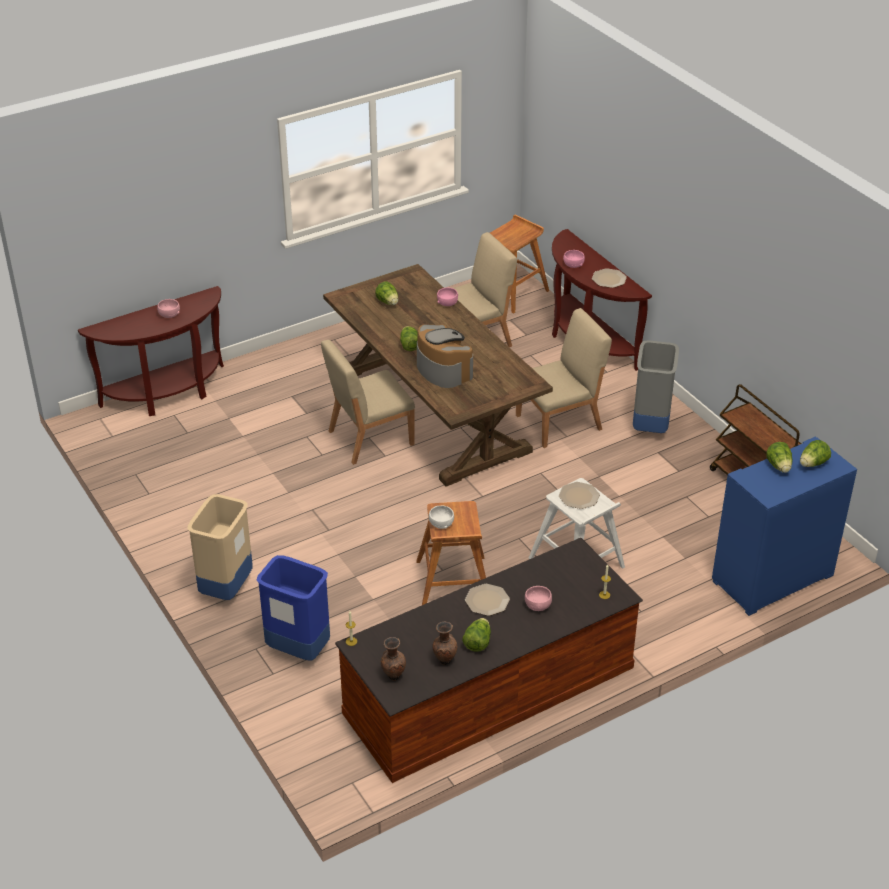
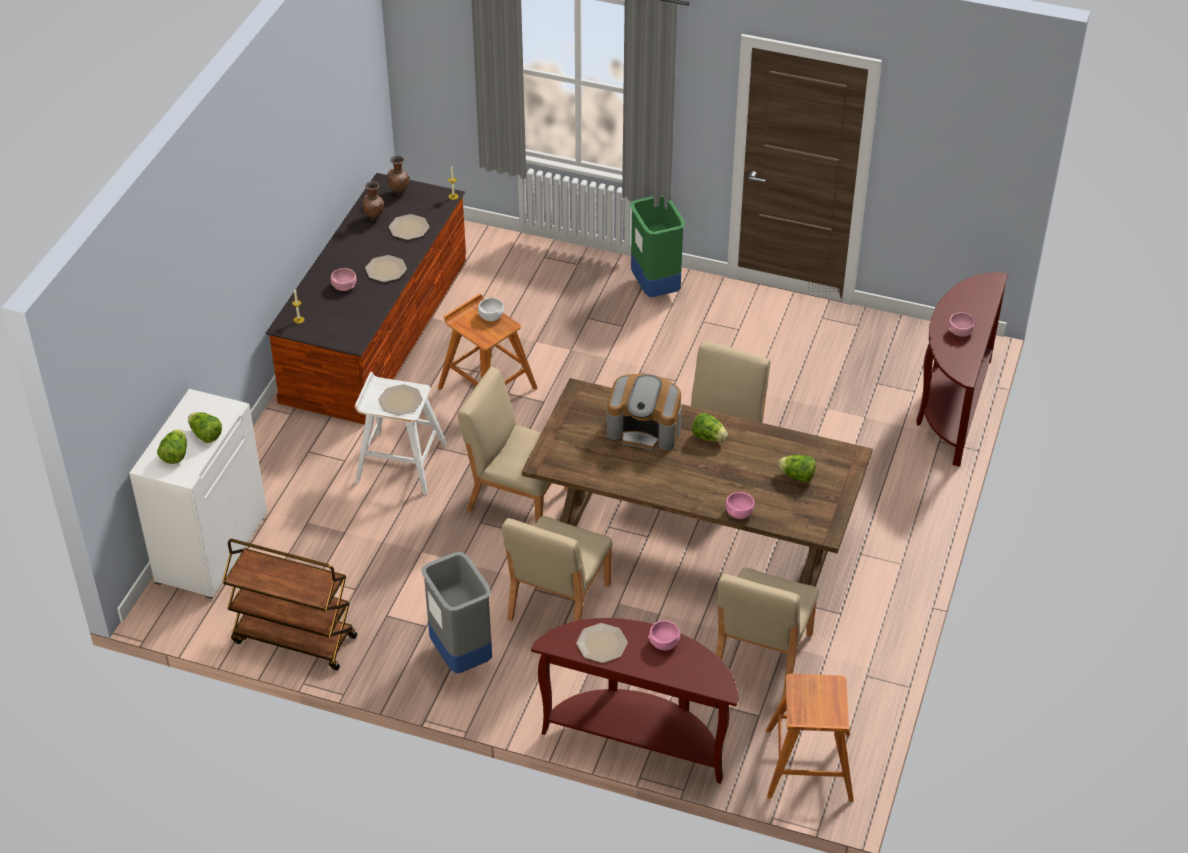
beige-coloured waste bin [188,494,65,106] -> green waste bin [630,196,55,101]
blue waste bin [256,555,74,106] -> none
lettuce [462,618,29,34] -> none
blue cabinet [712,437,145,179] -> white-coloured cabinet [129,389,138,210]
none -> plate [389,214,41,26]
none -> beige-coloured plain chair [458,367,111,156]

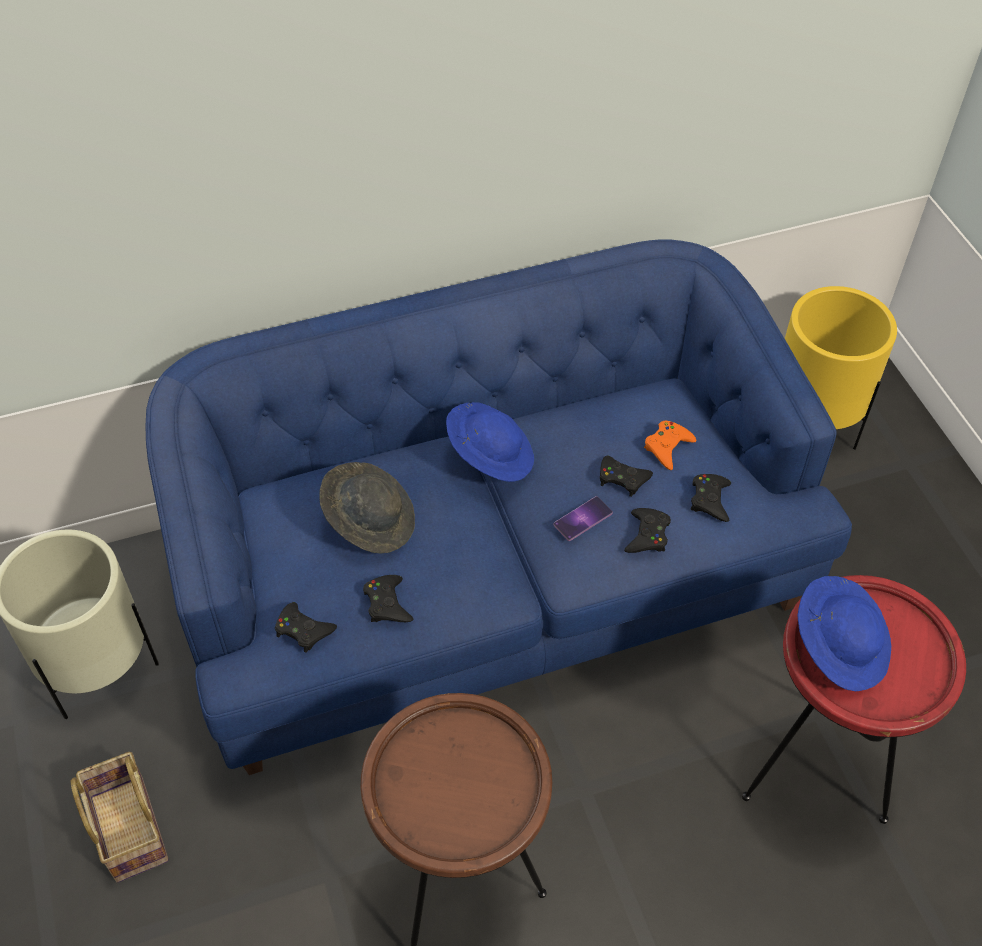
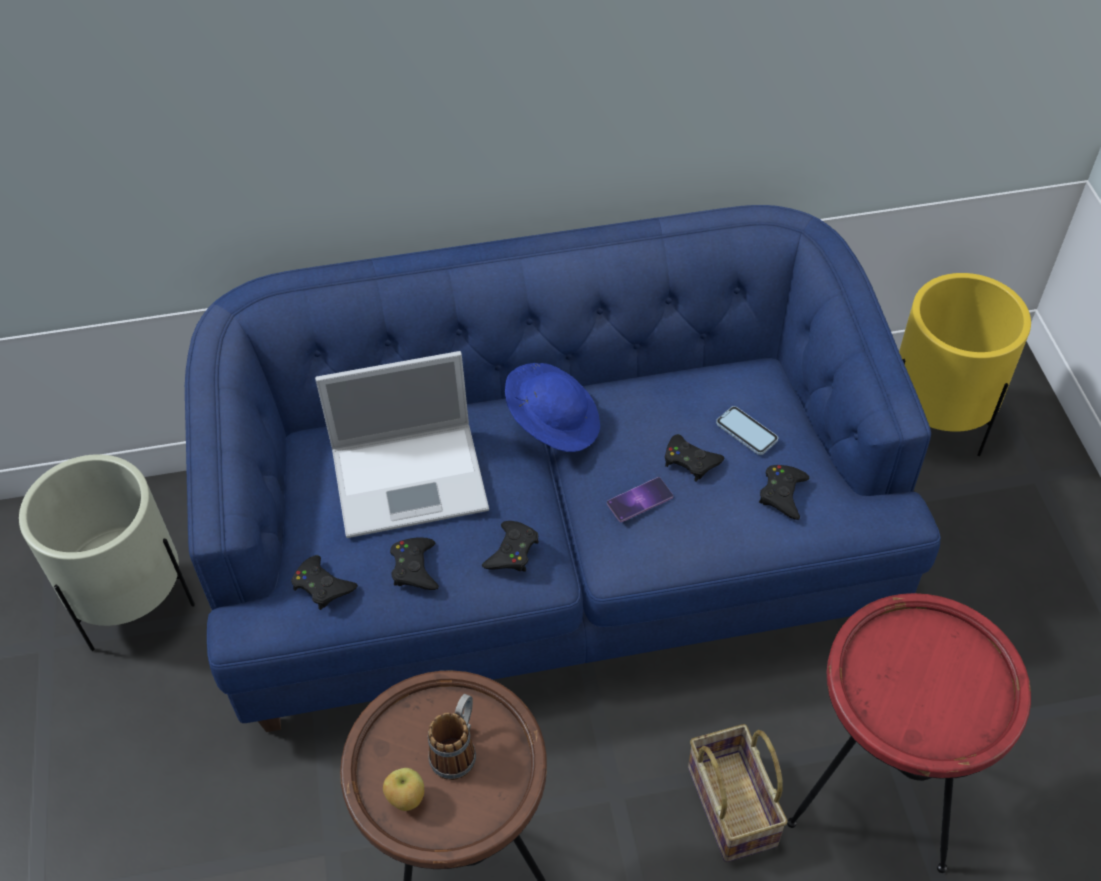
storage basket [71,752,98,131] -> storage basket [688,724,100,138], move
grey hat [319,462,96,91] -> laptop [315,351,174,187]
blackish game controller [624,508,47,45] -> blackish game controller [482,521,57,51], move
orange-coloured game controller [644,420,52,50] -> handset [716,406,62,49]
blue hat [797,576,94,115] -> none
none -> apple [383,768,41,43]
none -> mug [428,694,48,86]

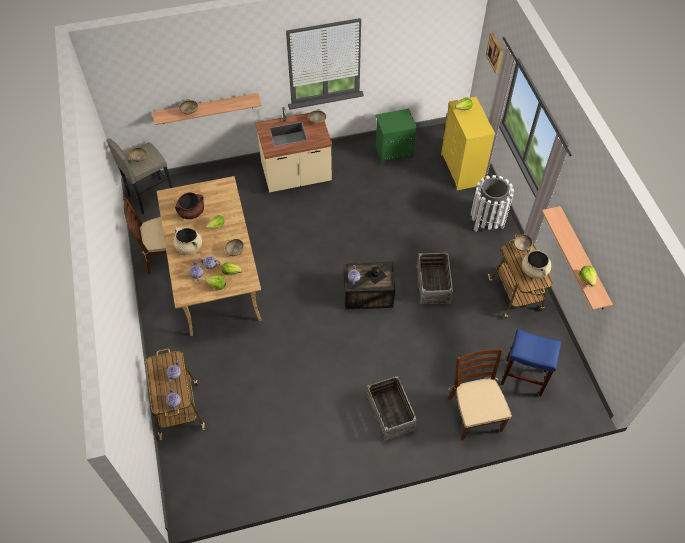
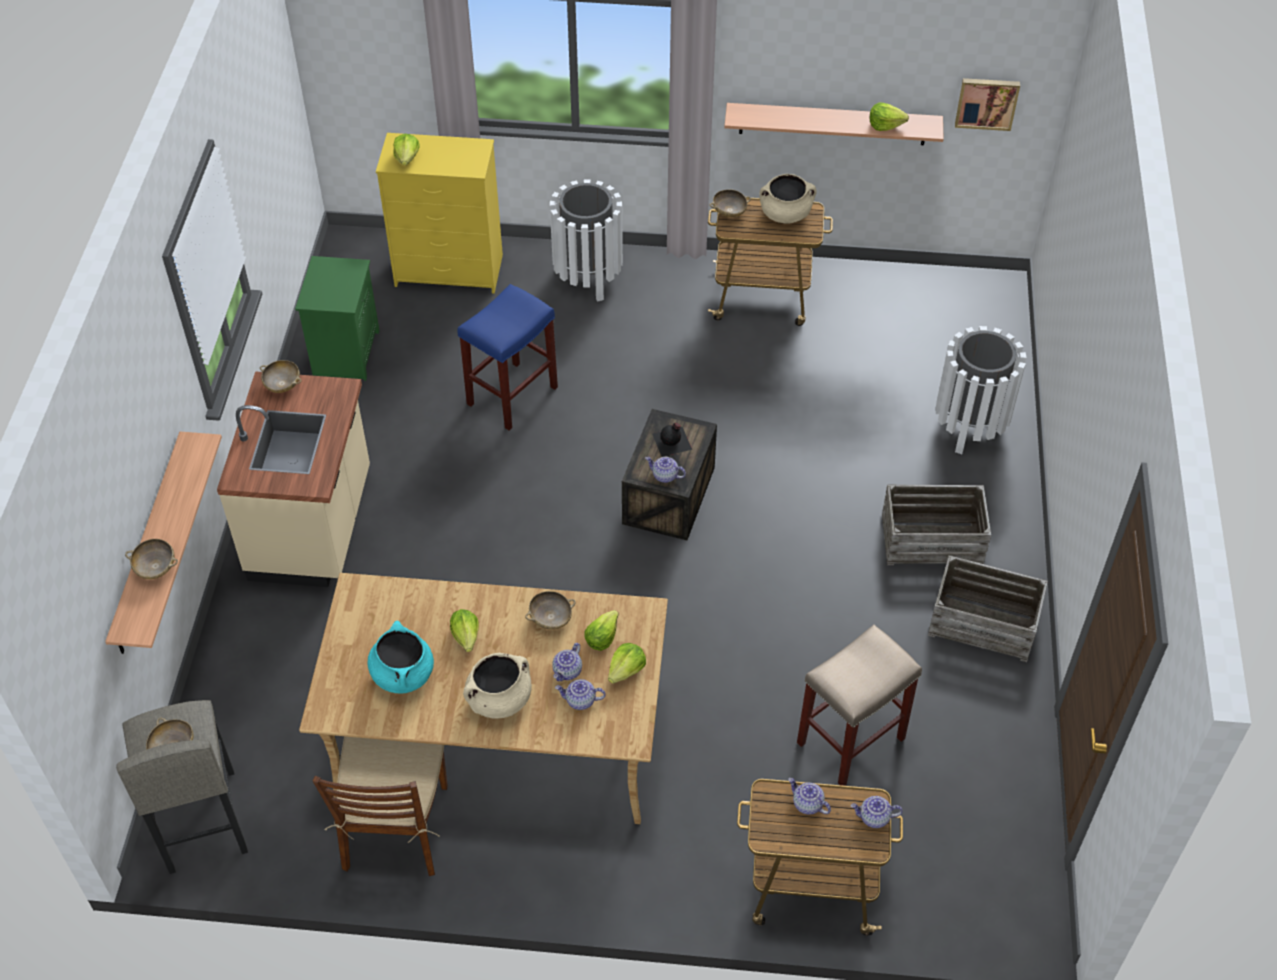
brown-coloured stockpot [175,193,29,26] -> turquoise stockpot [367,621,67,72]
packing crate [416,253,37,51] -> packing crate [928,555,120,107], move
brown-coloured plain chair [448,348,64,93] -> white-coloured waste bin [935,326,91,128]
wall picture [486,33,17,40] -> wall picture [955,78,65,53], move
blue stool seat [500,329,61,67] -> blue stool seat [457,284,101,147], move
none -> beige-coloured stool seat [797,624,125,162]

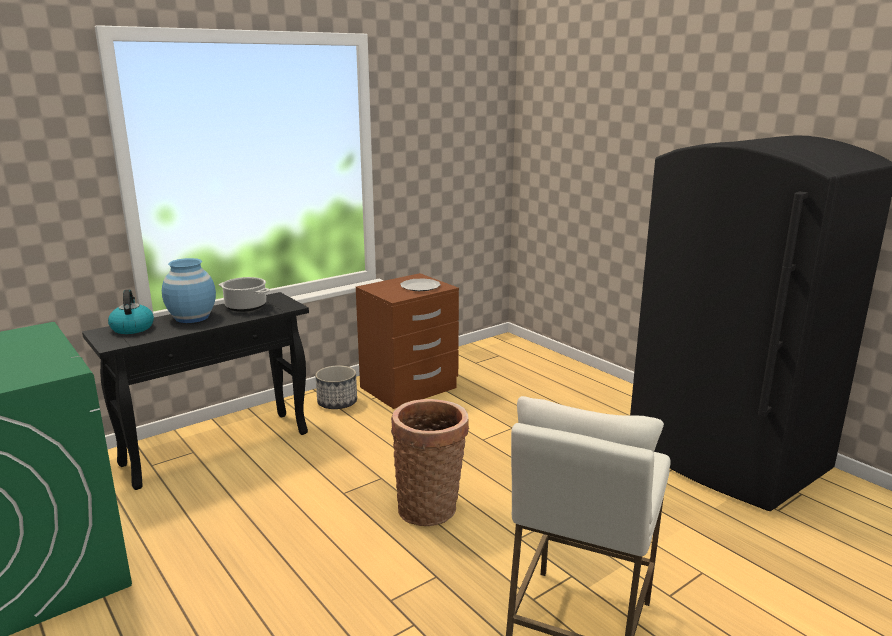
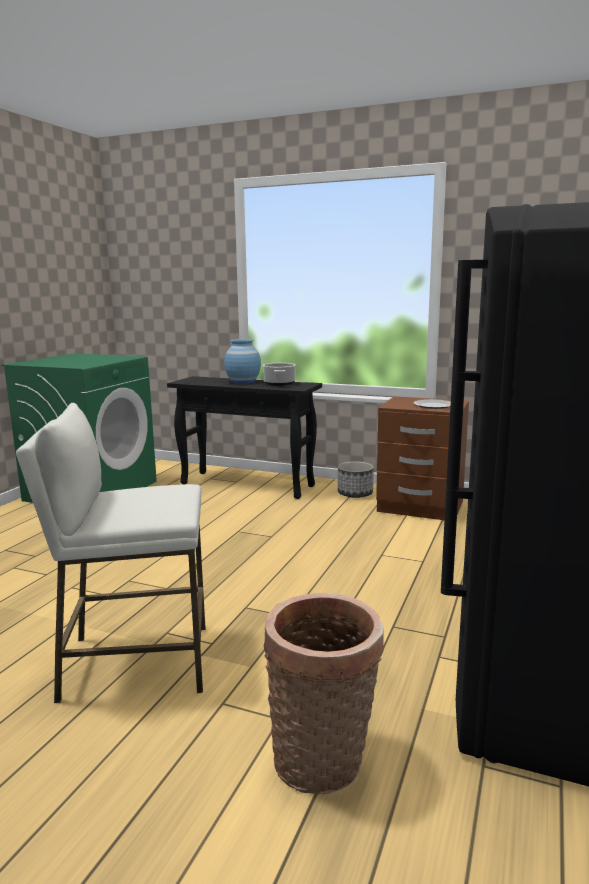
tea kettle [108,289,46,45] -> none
storage basket [391,399,78,127] -> storage basket [264,593,120,201], move

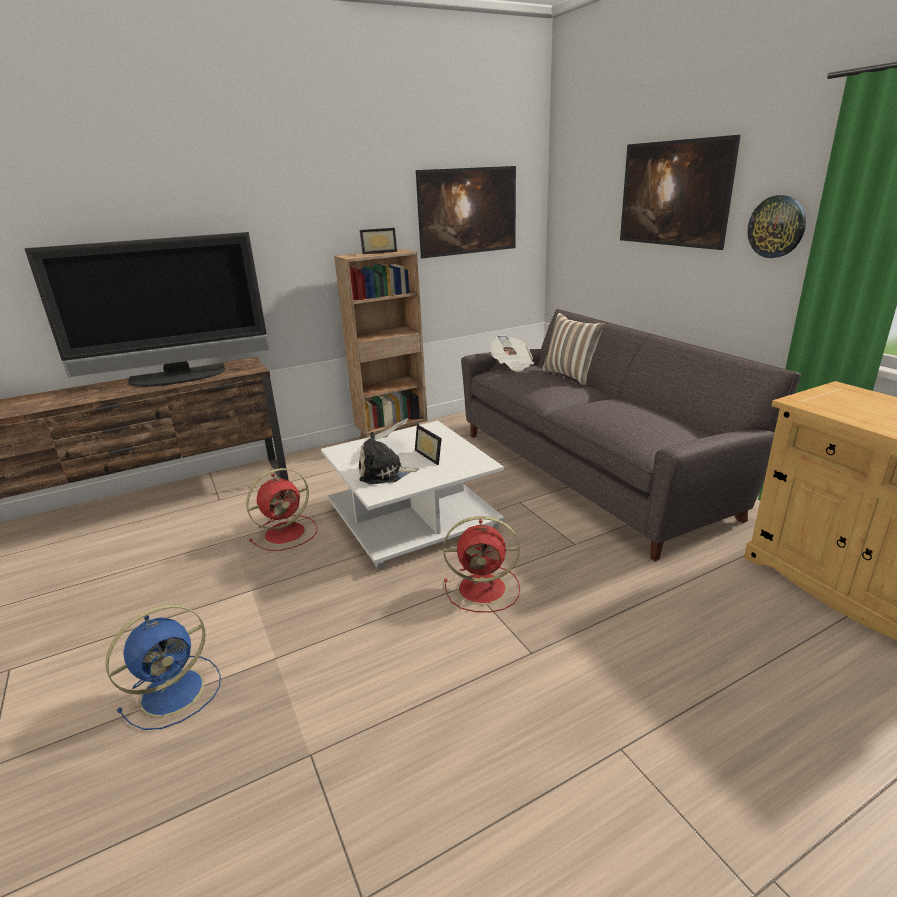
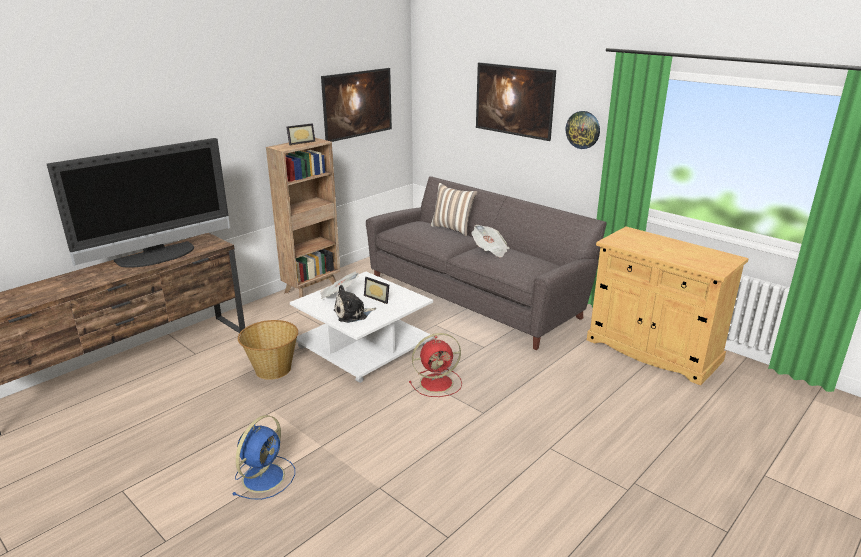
red fan [246,468,71,83] -> storage basket [238,320,60,60]
printed paper [489,335,45,37] -> printed paper [471,225,38,32], move

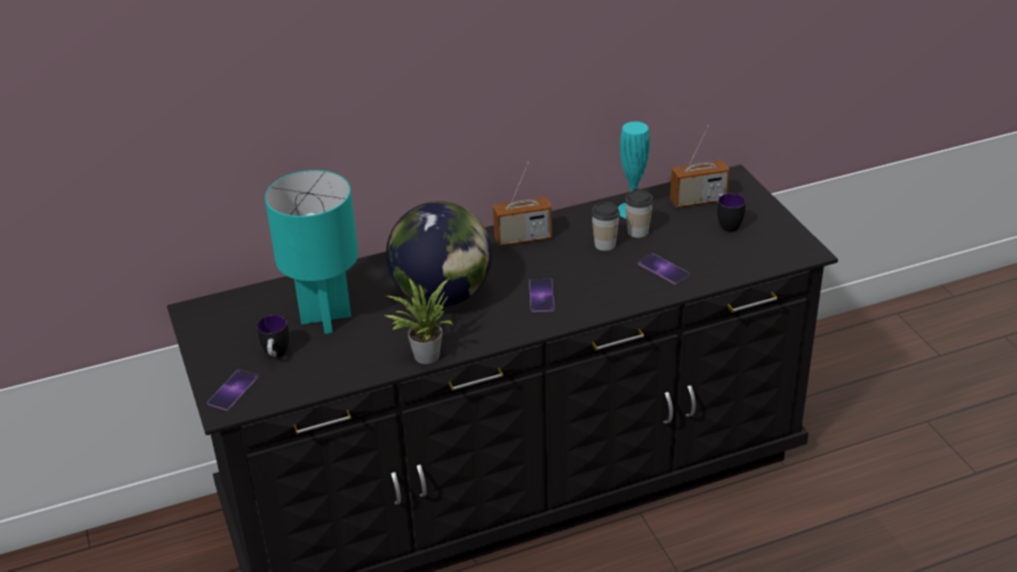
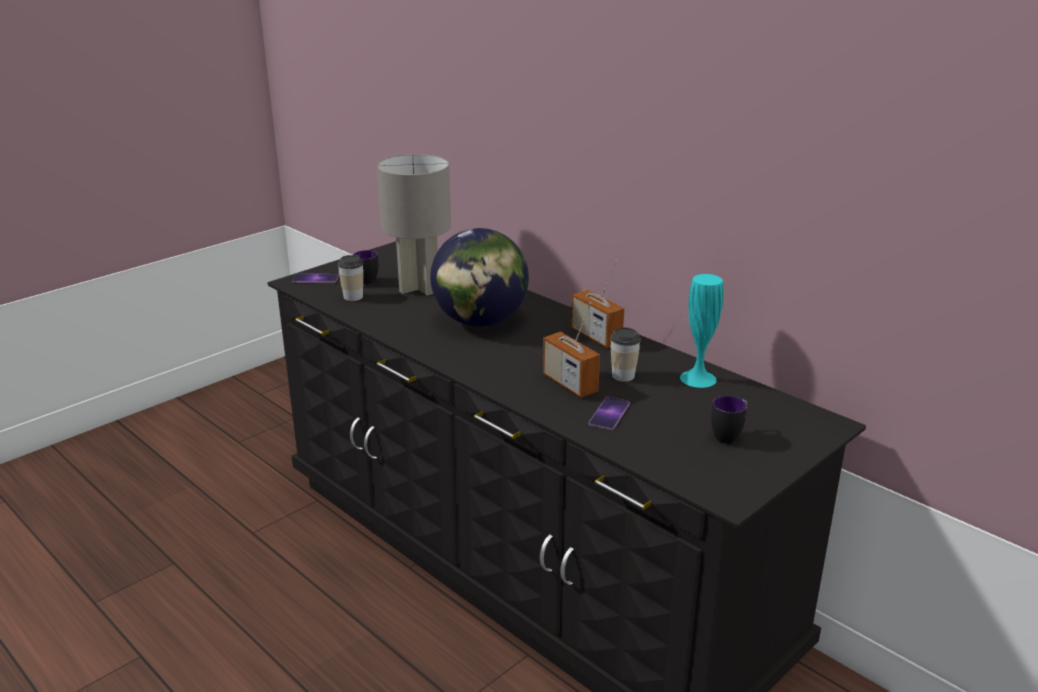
turquoise table lamp [265,170,93,164] -> grey table lamp [377,154,74,142]
potted plant [384,279,69,85] -> none
handset [529,279,26,33] -> none
cup [625,189,28,49] -> cup [337,255,27,46], move
radio set [670,125,60,83] -> radio set [543,302,57,96], move

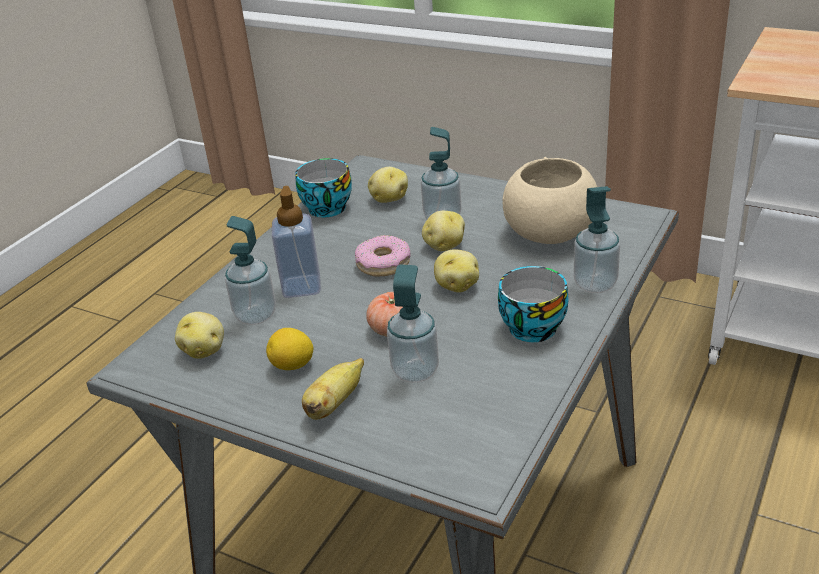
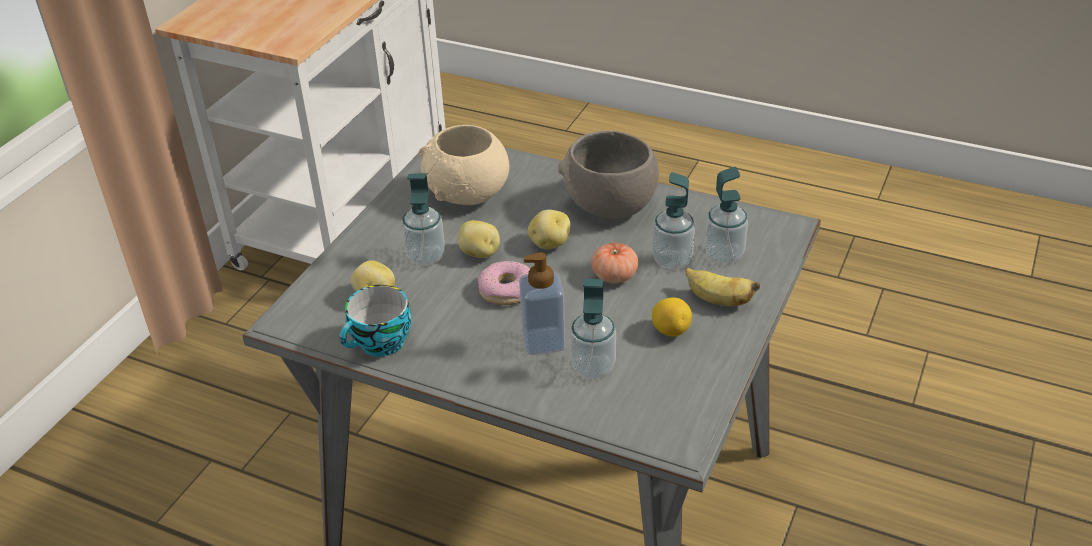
spud [175,312,49,47] -> none
cup [498,266,71,76] -> grey bowl [558,131,101,88]
soap dispenser [574,186,46,107] -> soap dispenser [705,167,43,97], move

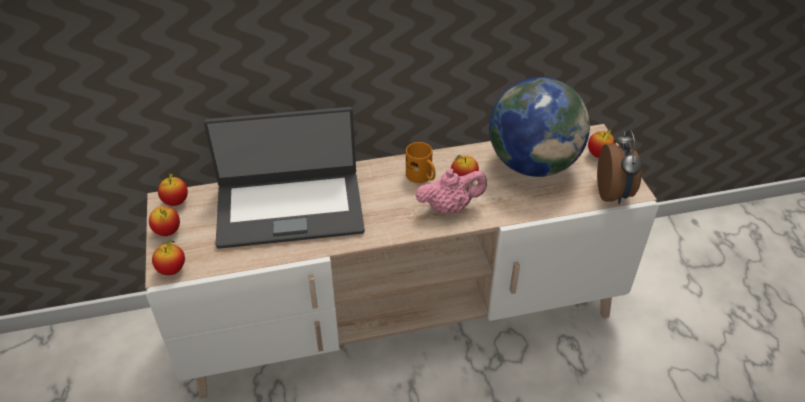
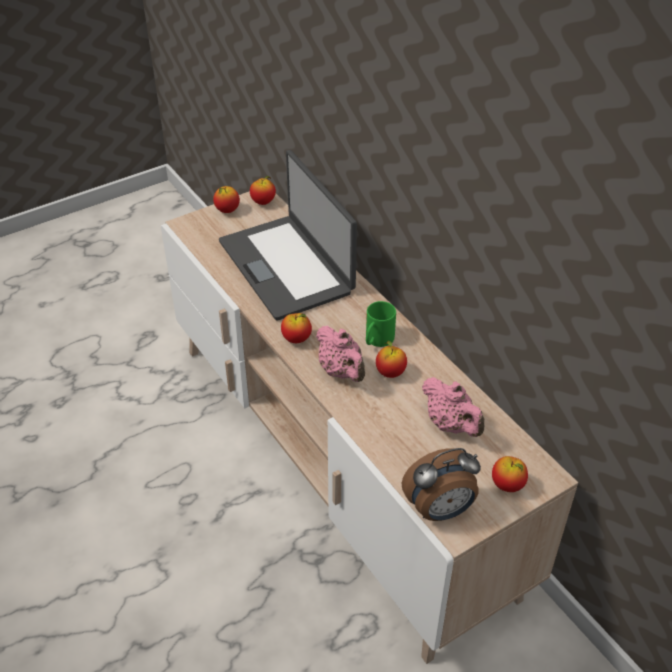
apple [152,240,33,35] -> apple [281,313,31,30], move
orange-coloured mug [406,142,30,41] -> green mug [366,301,30,46]
world globe [489,77,101,100] -> pinkish teapot [422,377,62,60]

